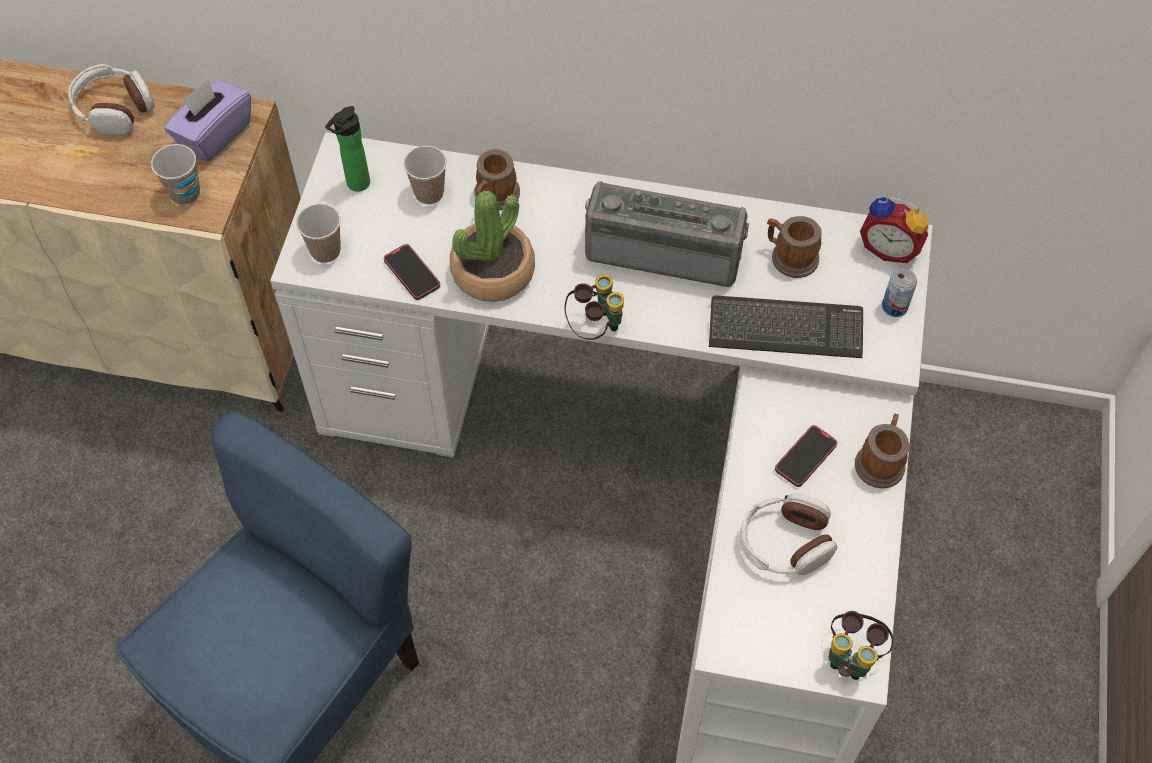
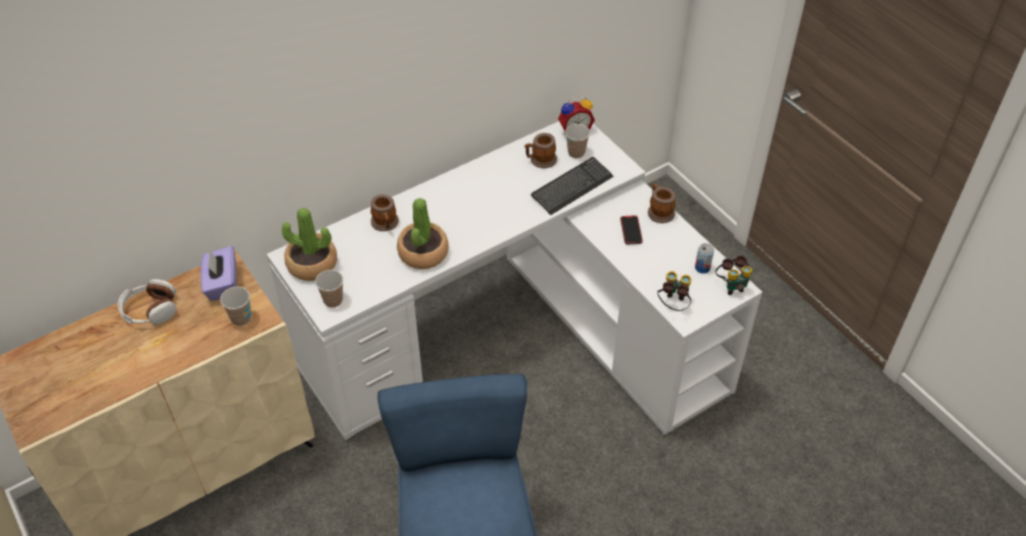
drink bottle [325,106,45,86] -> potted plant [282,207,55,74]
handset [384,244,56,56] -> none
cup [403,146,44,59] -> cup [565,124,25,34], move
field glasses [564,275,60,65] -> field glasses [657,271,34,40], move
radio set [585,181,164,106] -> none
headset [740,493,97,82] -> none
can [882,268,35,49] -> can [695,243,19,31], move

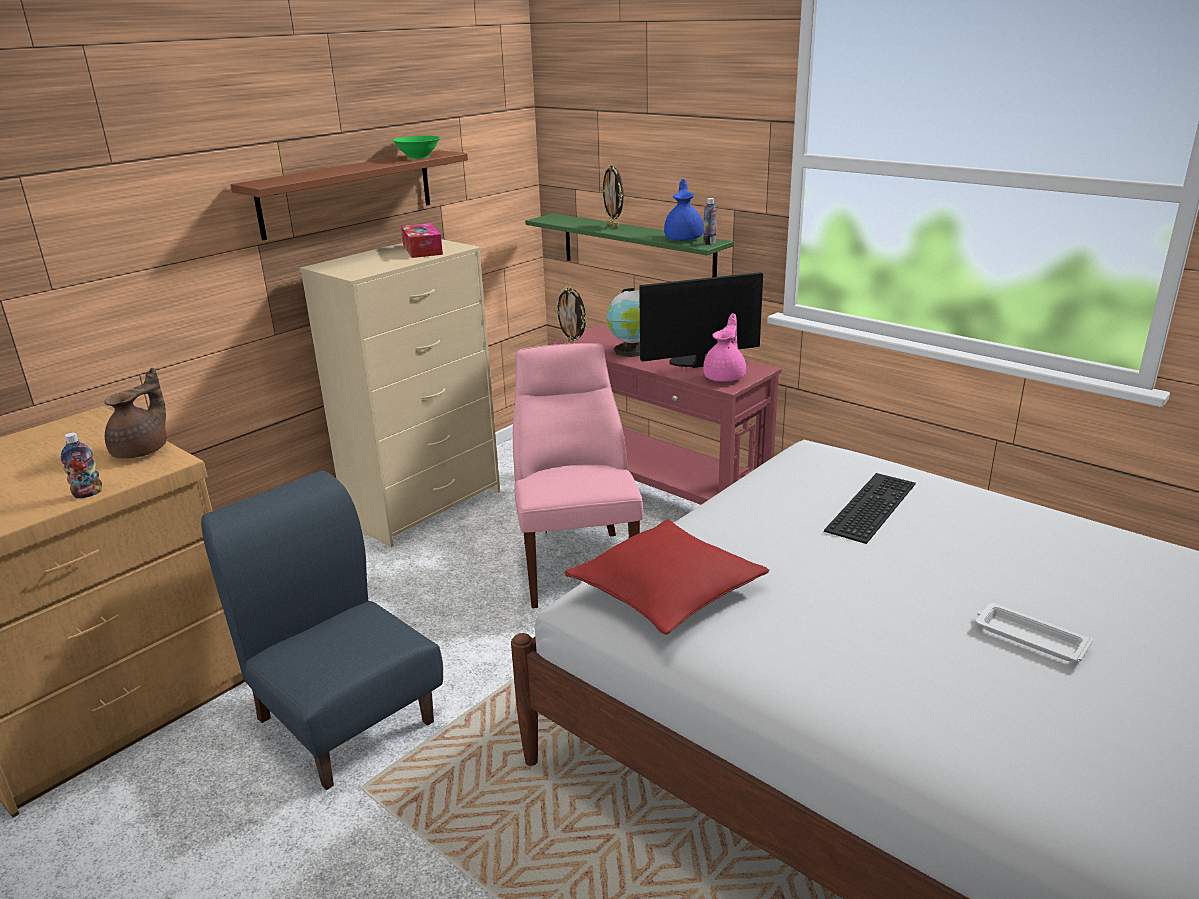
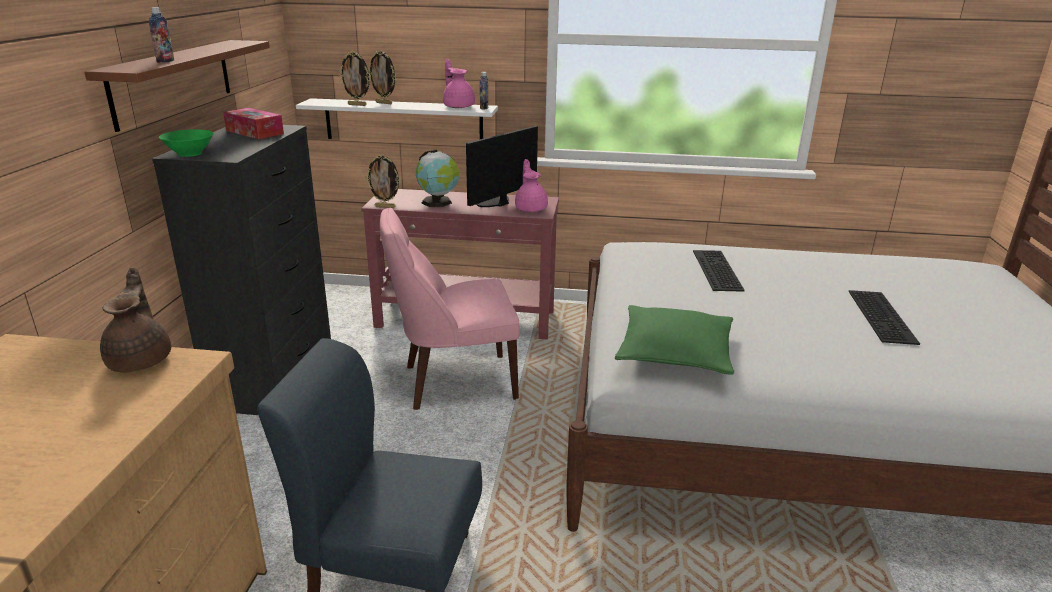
drink bottle [61,432,41,67] -> drink bottle [149,7,25,56], move
beige-coloured dresser [299,239,201,308] -> blackish dresser [152,125,179,290]
green bowl [393,136,47,23] -> green bowl [159,129,55,28], move
pinkish plain chair [513,343,130,265] -> pinkish plain chair [380,208,140,202], 60 degrees counterclockwise
green shelf [525,213,209,64] -> white-coloured shelf [296,98,202,41]
red pillow [565,519,205,116] -> green pillow [615,305,119,69]
blue teapot [664,179,40,62] -> pinkish teapot [443,59,32,49]
white-coloured tray [976,603,117,59] -> computer keyboard [849,290,71,55]
none -> photo frame [339,51,32,55]

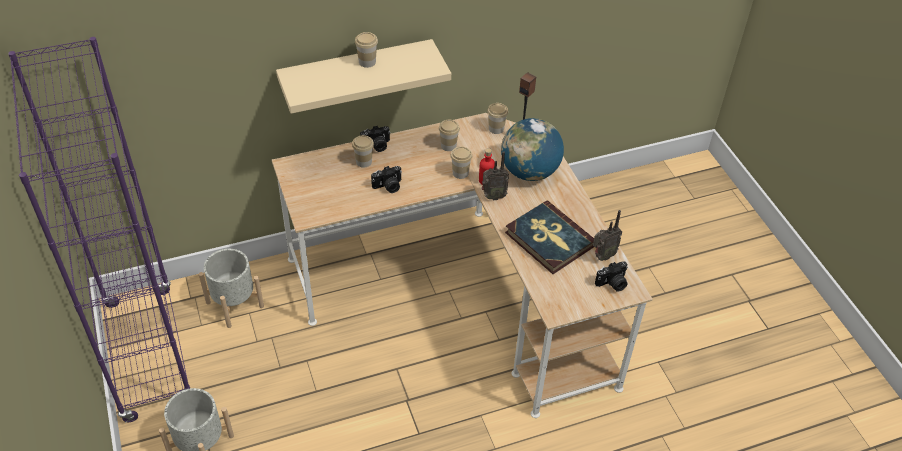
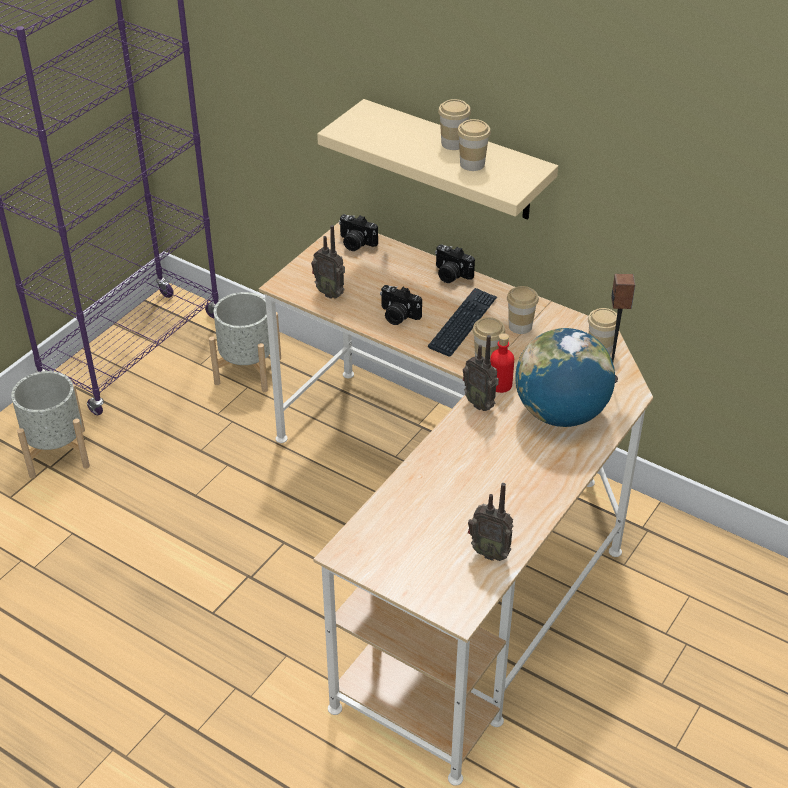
cup [352,135,22,33] -> cup [457,119,34,52], move
volume [505,200,89,74] -> none
still camera [595,261,33,31] -> still camera [339,214,39,37], move
none -> radio set [311,225,34,74]
none -> computer keyboard [428,288,69,69]

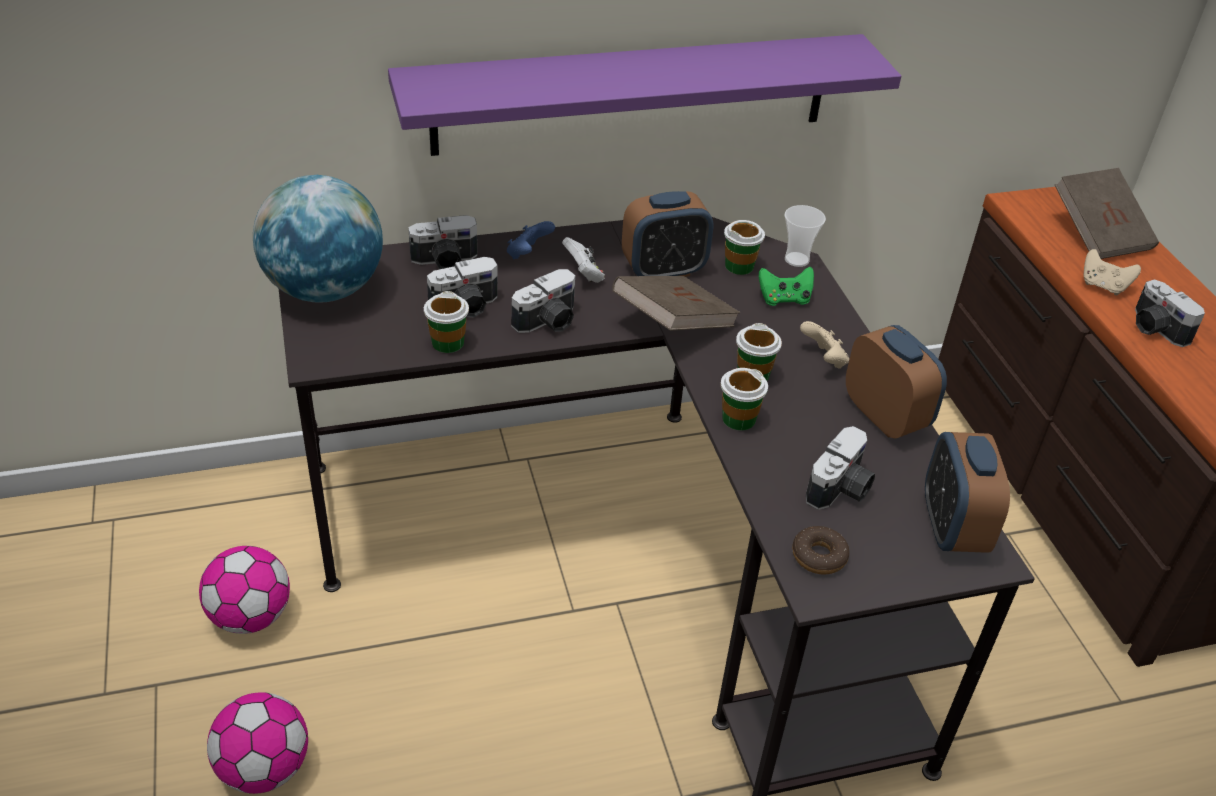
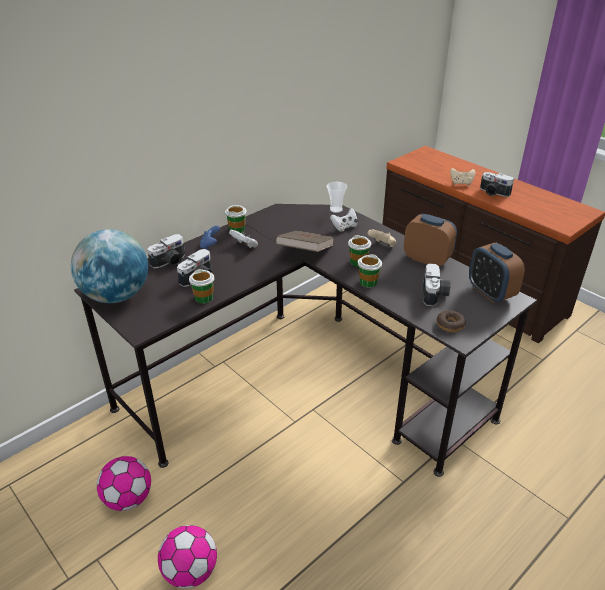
purple-coloured shelf [388,34,513,122] -> none
still camera [511,269,64,64] -> none
table clock [622,191,91,86] -> none
cup [724,220,41,55] -> cup [225,205,22,28], move
green game controller [759,266,55,40] -> white-coloured game controller [330,208,28,24]
brown-coloured volume [1055,168,104,91] -> none

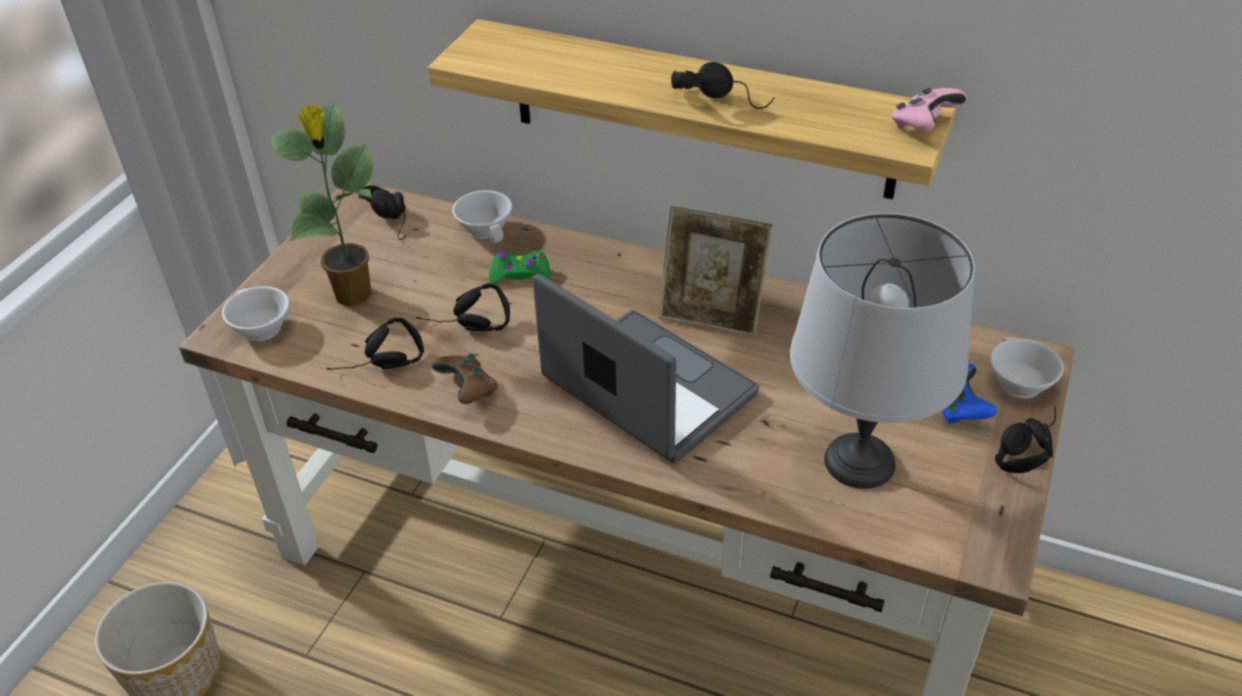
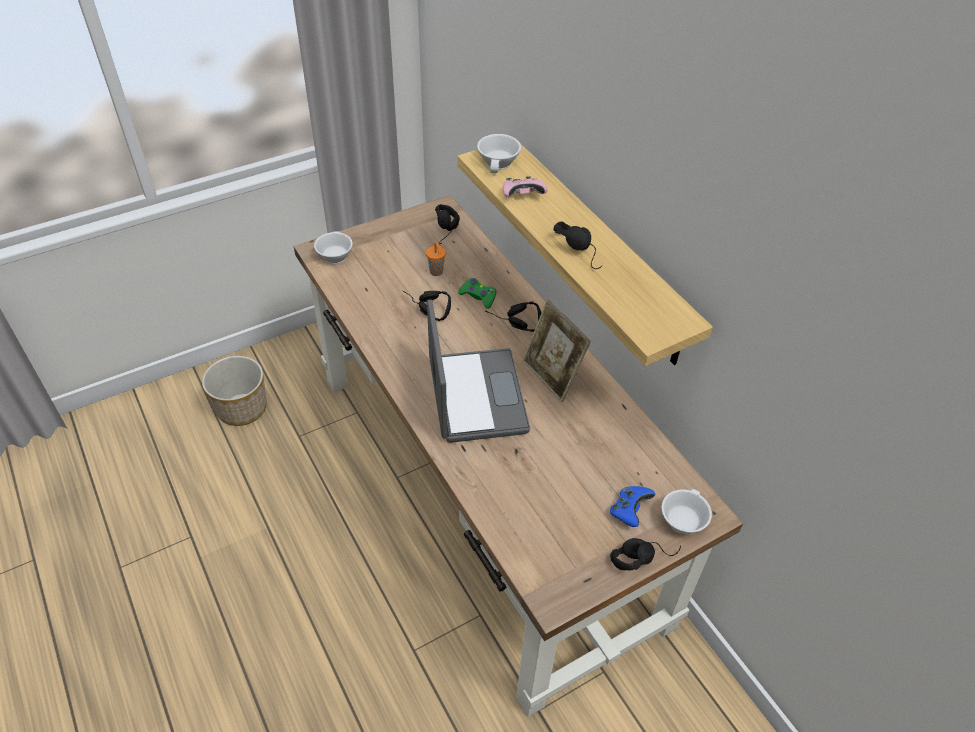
potted plant [270,100,104,206] -> none
blackish headset [326,317,98,53] -> blackish headset [485,302,56,30], move
brown-coloured game controller [431,353,66,51] -> none
white-coloured cup [452,190,60,54] -> white-coloured cup [477,134,44,39], move
grey table lamp [790,213,185,276] -> none
pinkish game controller [892,88,75,43] -> pinkish game controller [503,176,45,22], move
none -> orange-coloured cup [426,242,20,34]

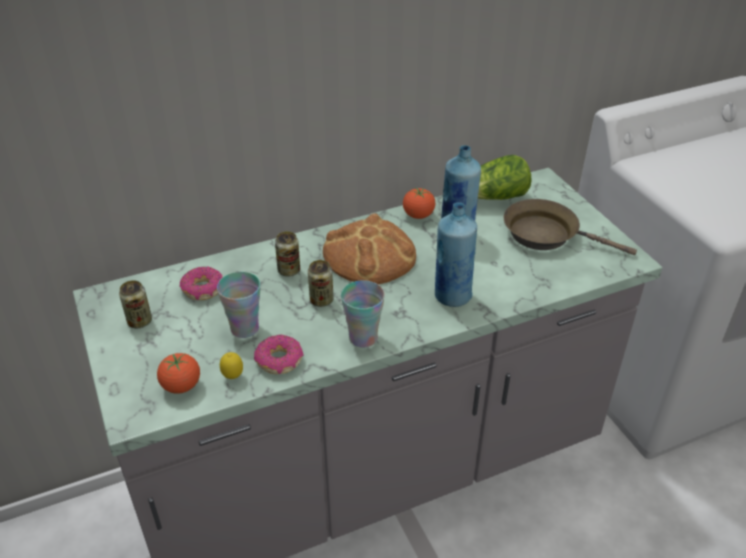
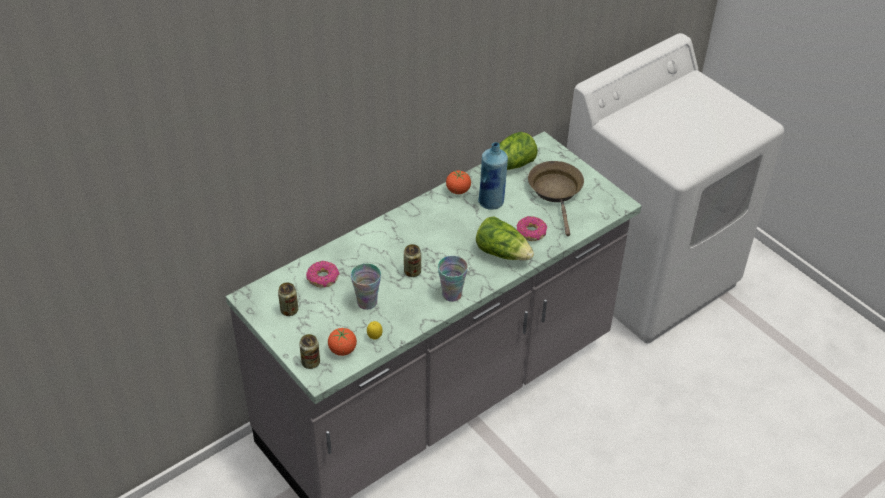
donut [254,334,50,40] -> donut [517,216,30,25], move
can [275,231,25,46] -> can [299,334,21,35], move
baked bread [323,213,93,71] -> none
blue drink bottle [435,202,42,105] -> lettuce [476,216,58,44]
brown-coloured frying pan [504,199,133,56] -> brown-coloured frying pan [528,161,56,75], 75 degrees clockwise

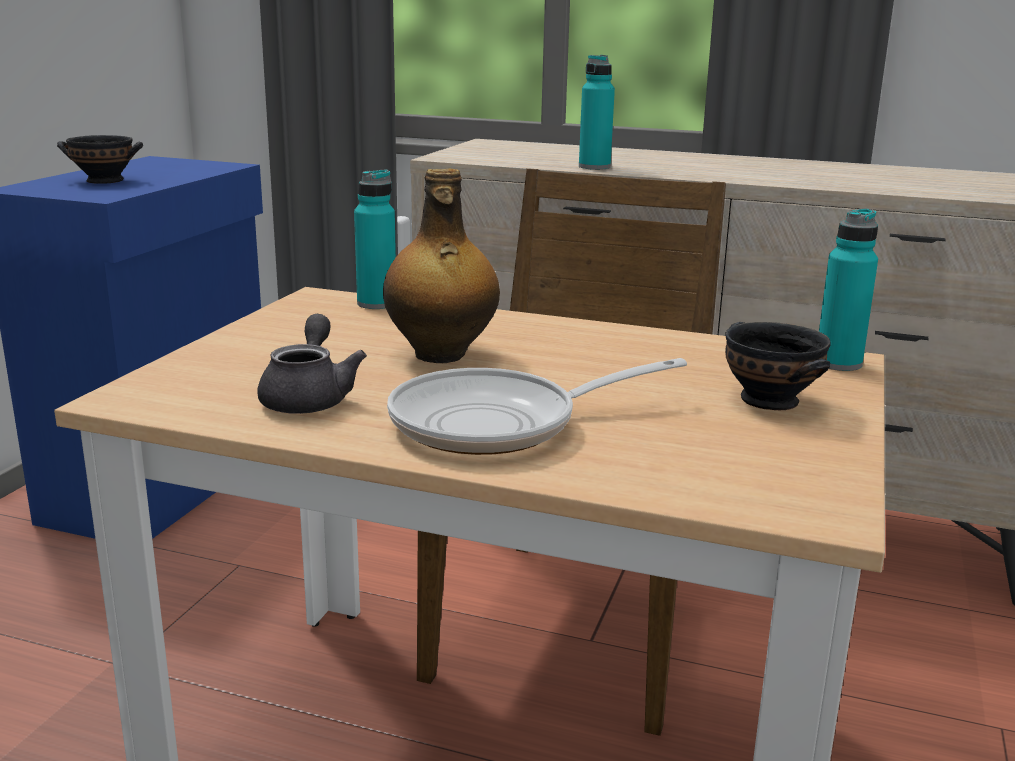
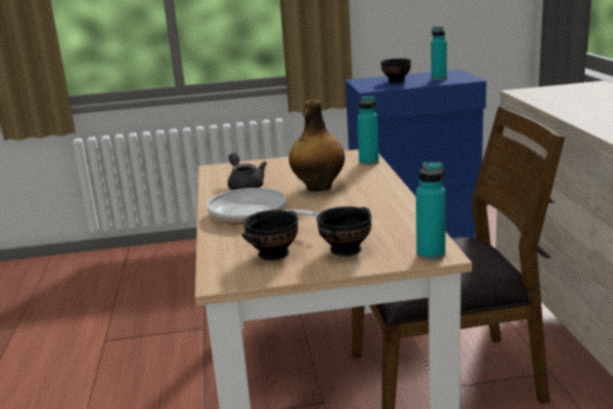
grey teapot [257,314,110,100] -> grey teapot [228,153,39,37], 90 degrees counterclockwise
turquoise drink bottle [579,55,36,115] -> turquoise drink bottle [431,26,16,54], move
none -> blackish bowl [242,210,56,50]

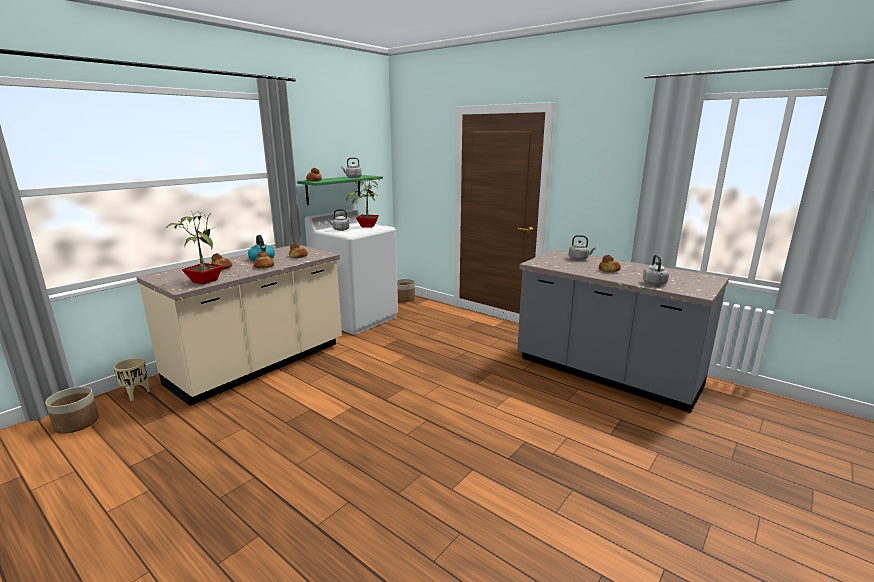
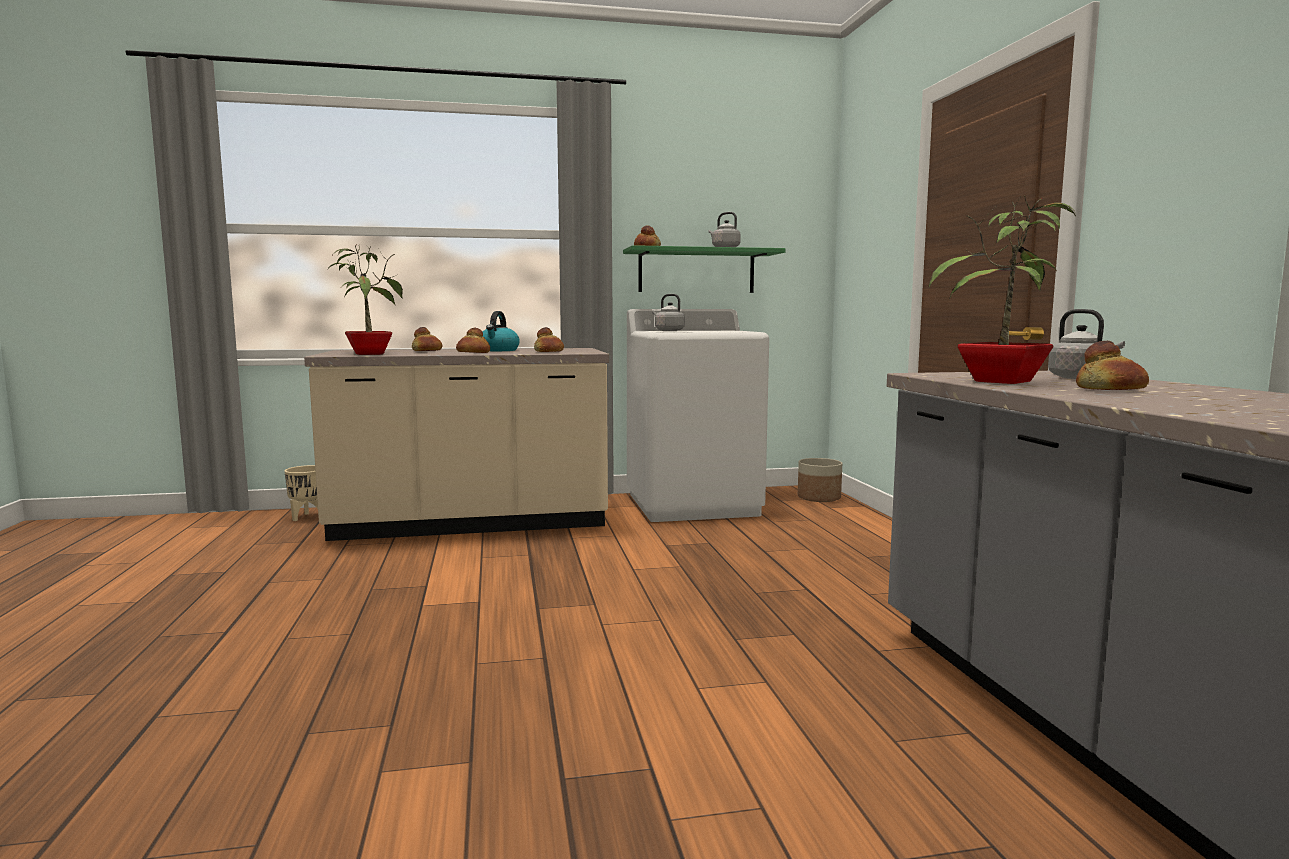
planter [45,387,54,47] -> none
potted plant [346,176,33,52] -> potted plant [929,195,147,189], move
grey tea kettle [643,255,26,30] -> none

